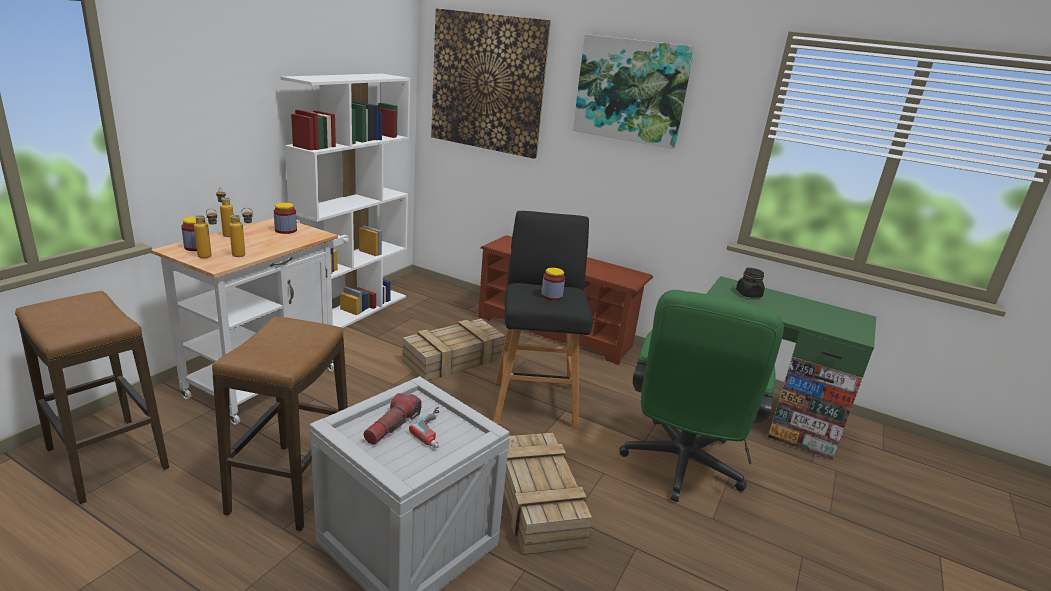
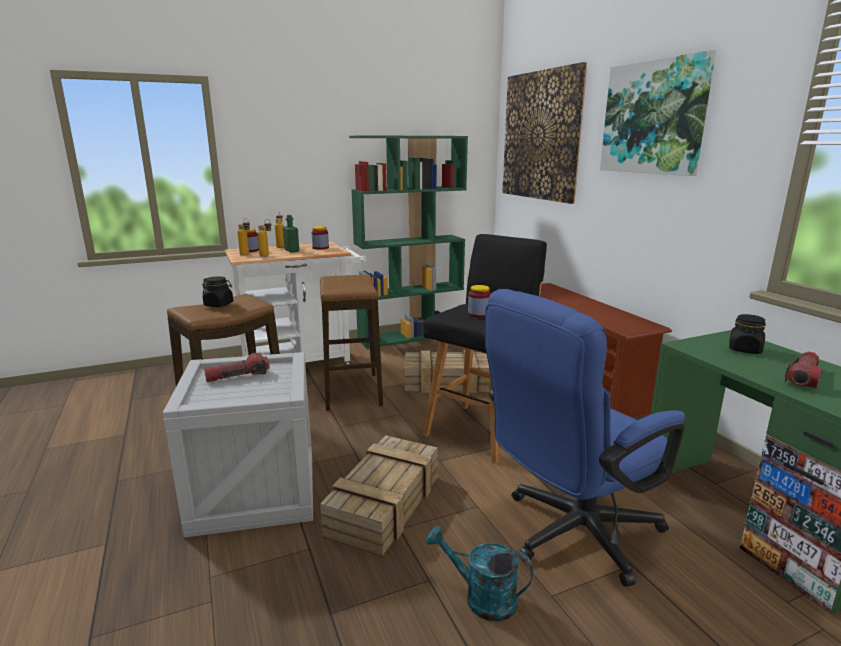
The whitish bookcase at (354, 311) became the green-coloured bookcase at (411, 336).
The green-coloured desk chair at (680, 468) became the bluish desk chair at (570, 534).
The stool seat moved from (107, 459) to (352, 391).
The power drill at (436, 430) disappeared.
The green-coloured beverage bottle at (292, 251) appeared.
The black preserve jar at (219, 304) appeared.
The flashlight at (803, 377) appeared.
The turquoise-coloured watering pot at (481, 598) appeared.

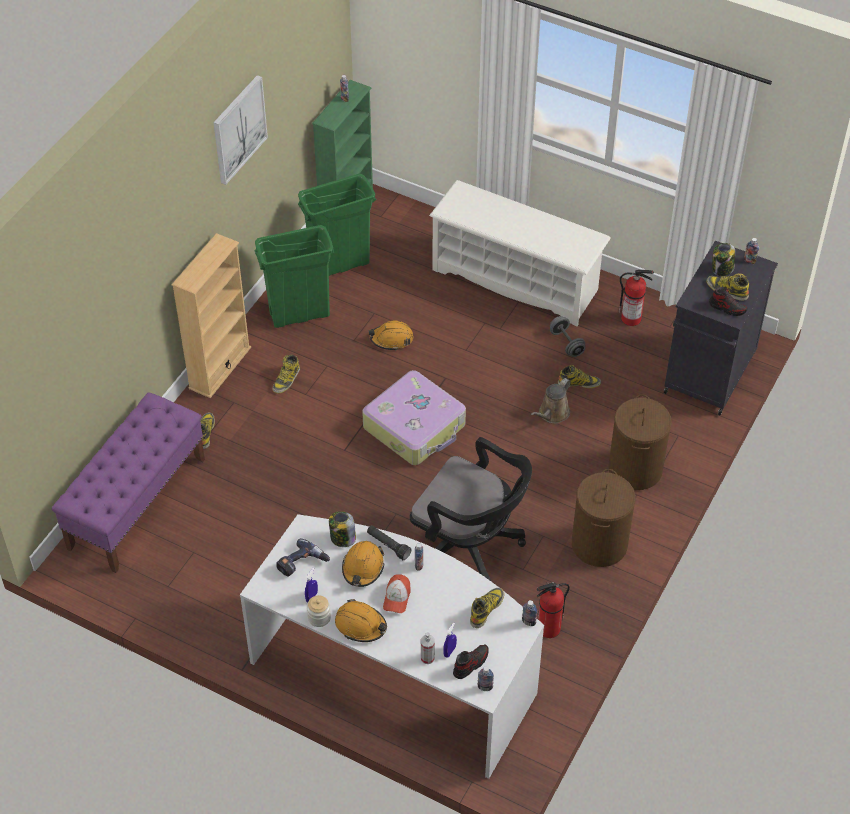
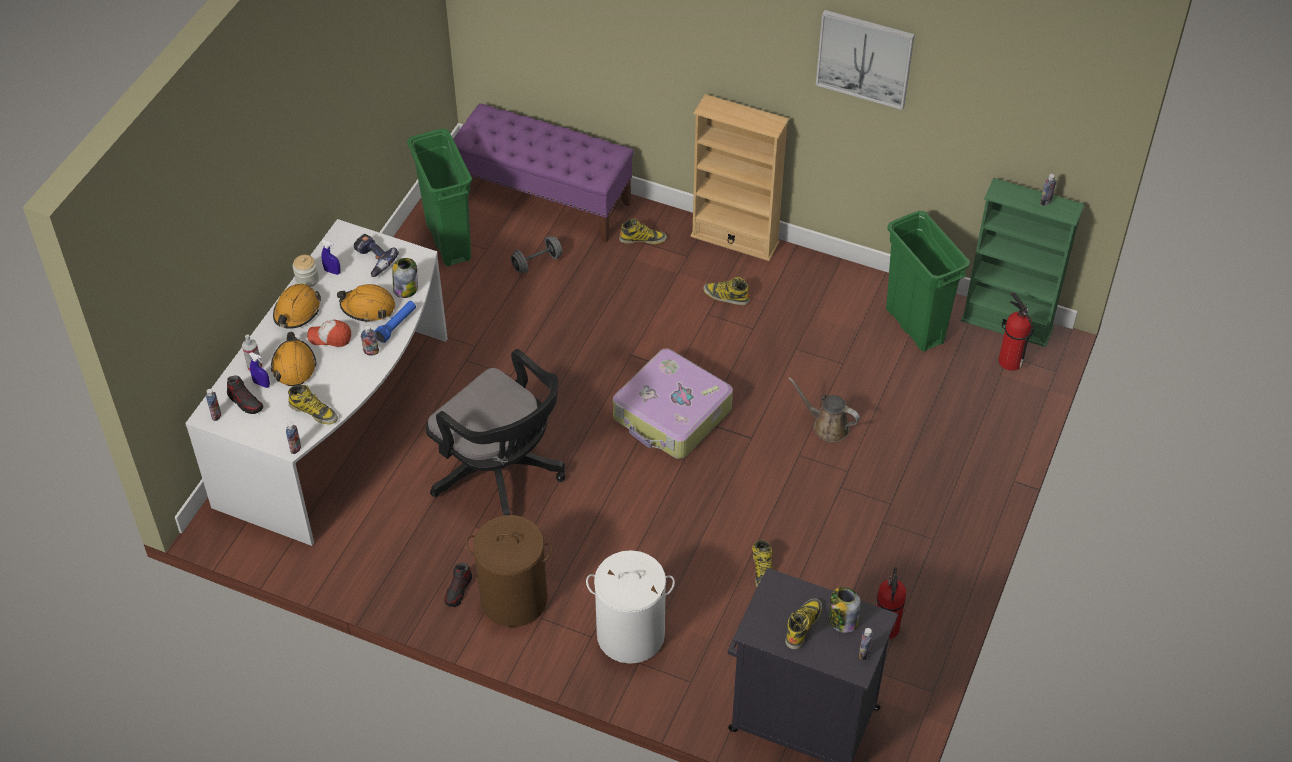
The whitish shoe shelf at (516, 280) disappeared.
The green-coloured rubbish bin moved from (300, 314) to (449, 242).
The shoe moved from (727, 308) to (458, 590).
The grey dumbbell moved from (566, 343) to (537, 263).
The orangey safety helmet moved from (392, 339) to (294, 366).
The brown watering pot moved from (552, 414) to (827, 426).
The brown washing basket at (635, 469) became the whitish washing basket at (631, 635).
The black desk chair at (469, 548) turned 75 degrees counterclockwise.
The black flashlight at (388, 545) became the bluish flashlight at (396, 325).
The extinguisher moved from (548, 629) to (1009, 361).

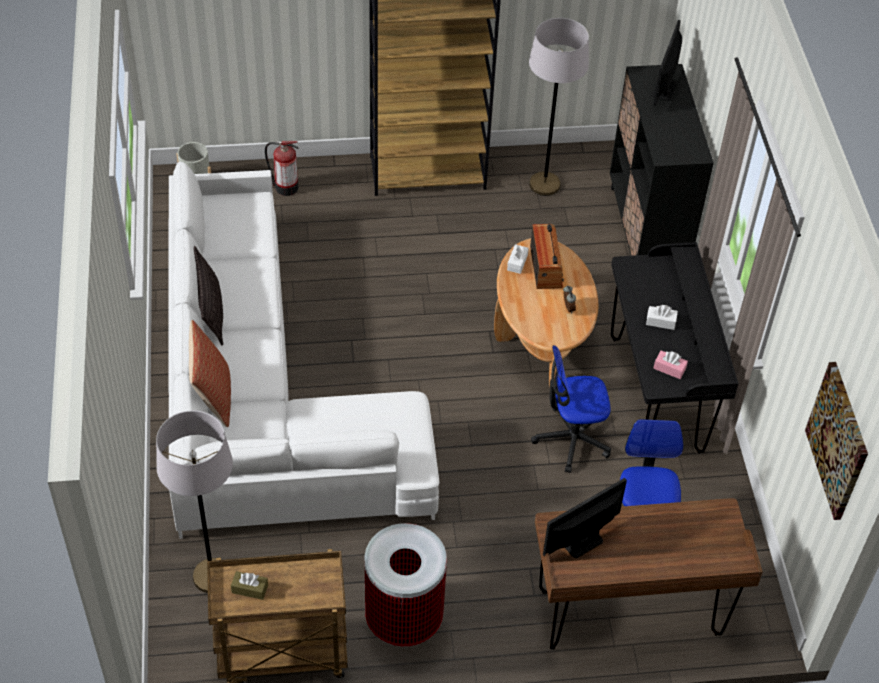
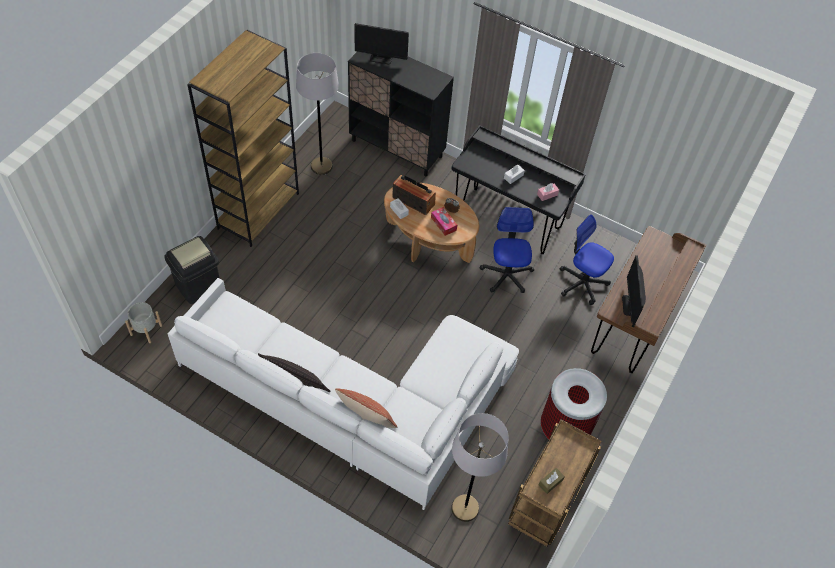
The computer screen at (664, 89) turned 45 degrees counterclockwise.
The extinguisher at (285, 187) was replaced by the black rubbish bin at (198, 286).
The desk chair at (571, 439) turned 150 degrees clockwise.
The picture at (838, 441) disappeared.
The box of tissues at (443, 224) appeared.

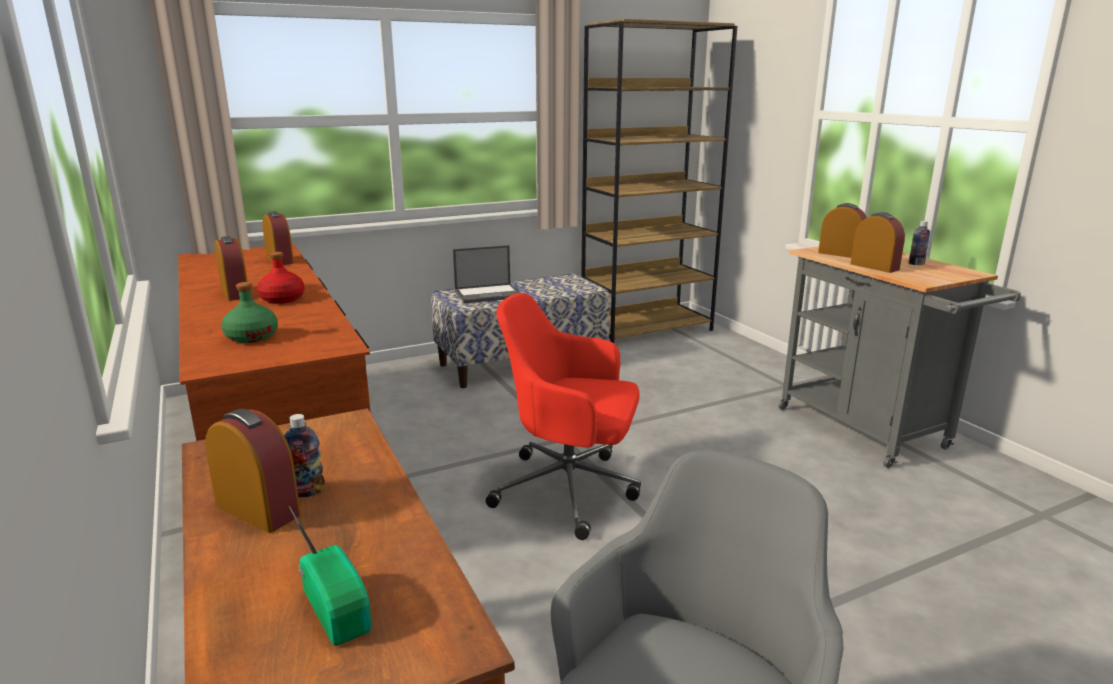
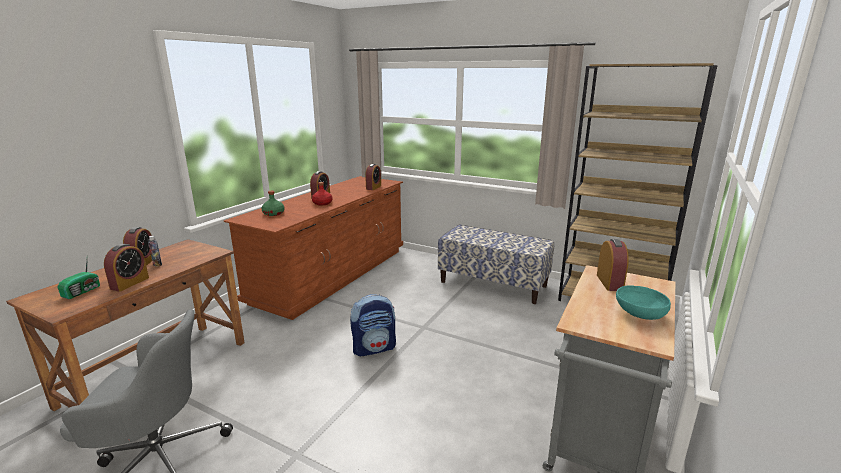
The bedside clock moved from (874, 267) to (130, 283).
The beverage bottle at (916, 263) was replaced by the turquoise-coloured bowl at (639, 314).
The notebook computer at (488, 294) disappeared.
The red-coloured desk chair at (570, 490) was replaced by the backpack at (374, 348).

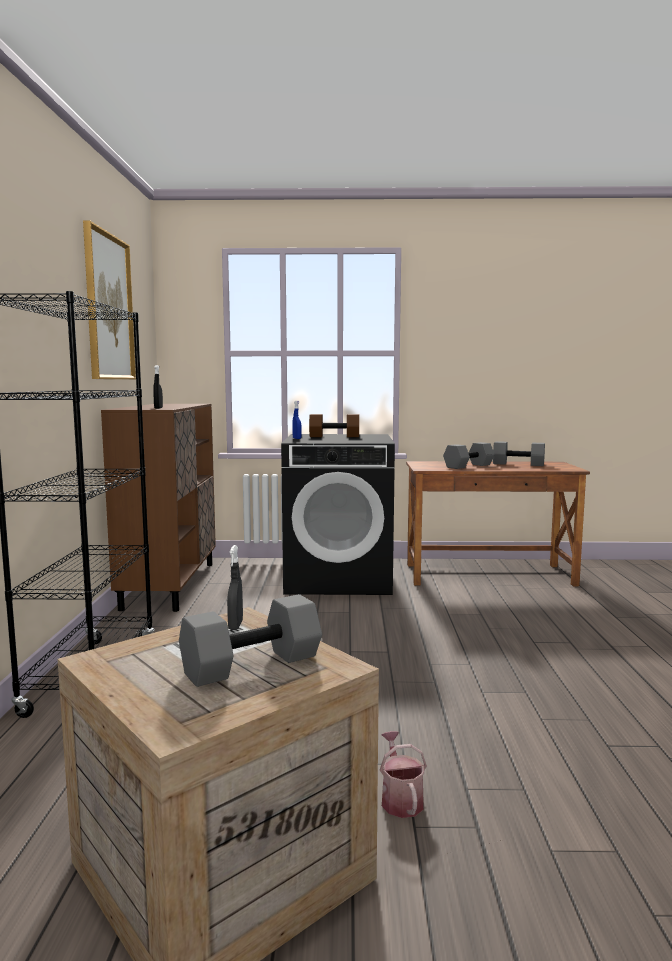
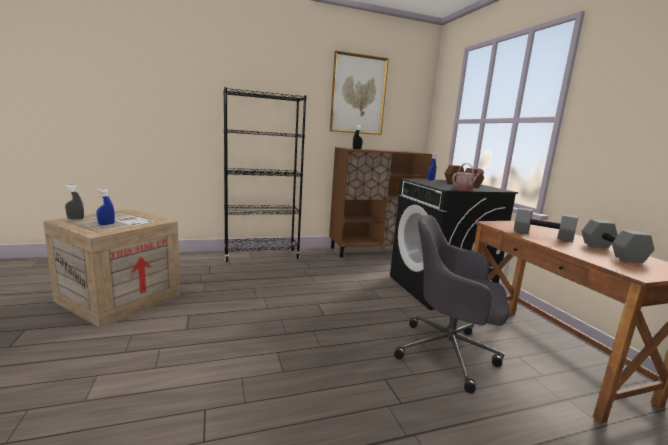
The grey sprayer moved from (235, 625) to (75, 219).
The grey dumbbell at (251, 666) was replaced by the bluish sprayer at (106, 224).
The watering pot moved from (400, 798) to (465, 189).
The grey desk chair at (449, 353) appeared.

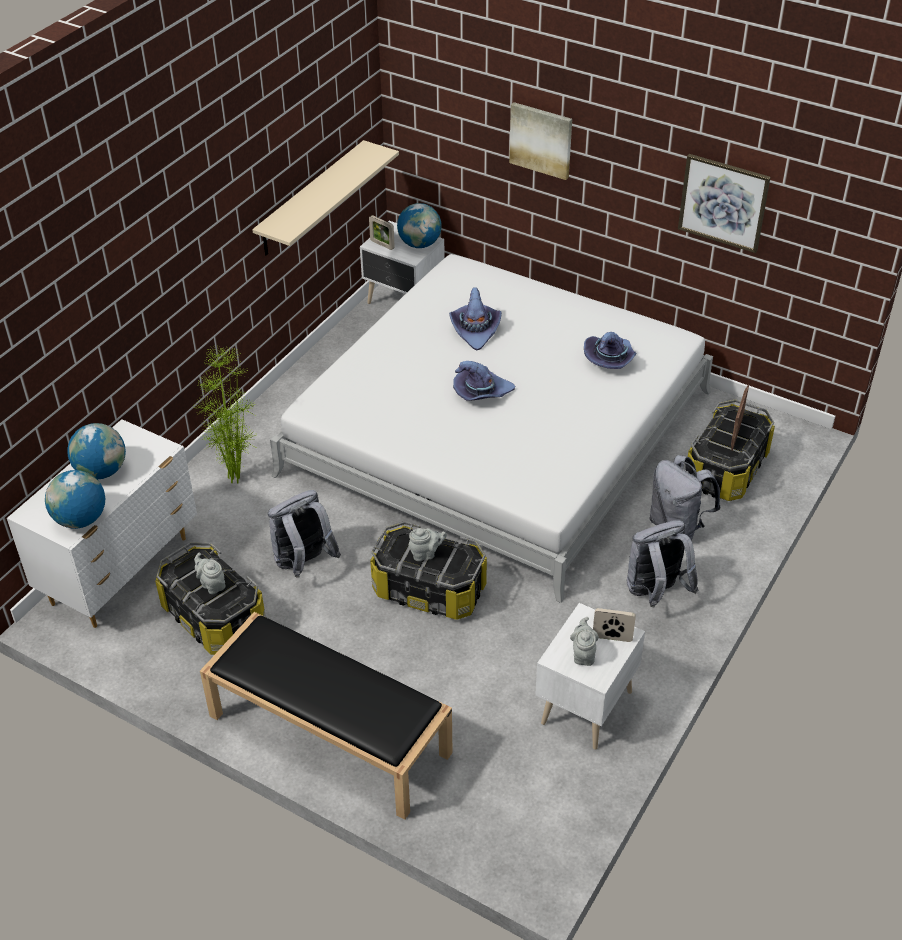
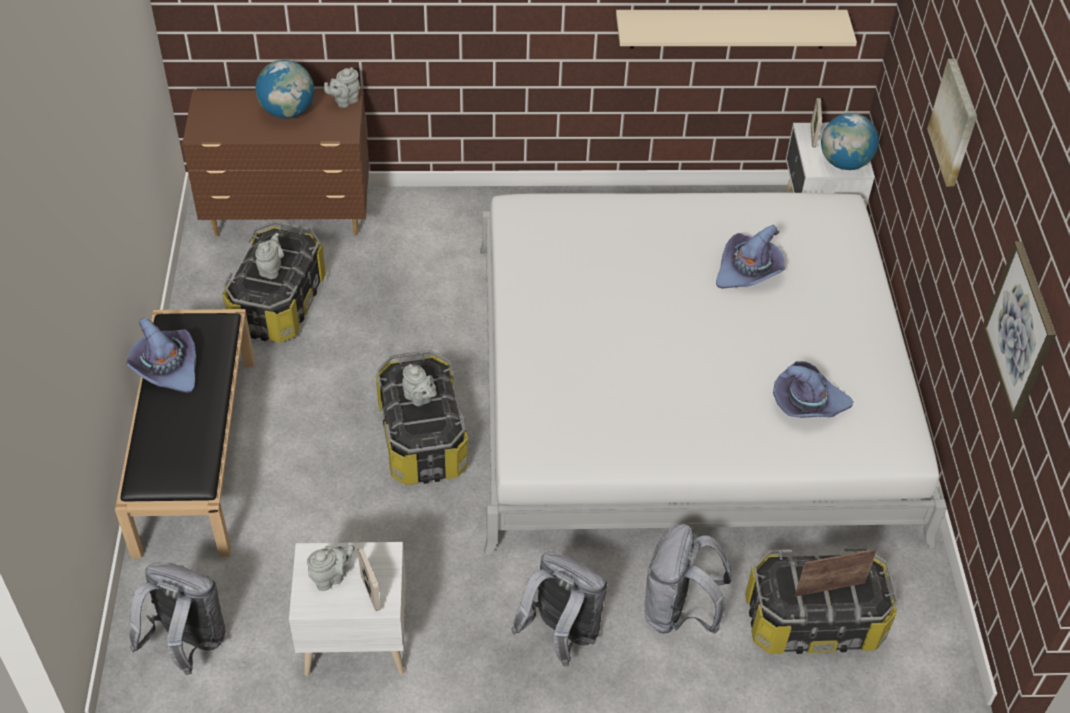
The houseplant at (237, 478) disappeared.
The purple hat moved from (481, 392) to (166, 367).
The whitish drawer chest at (122, 570) became the brown drawer chest at (290, 217).
The globe at (80, 519) disappeared.
The grey backpack moved from (304, 563) to (187, 643).
The grey teapot at (344, 101) appeared.

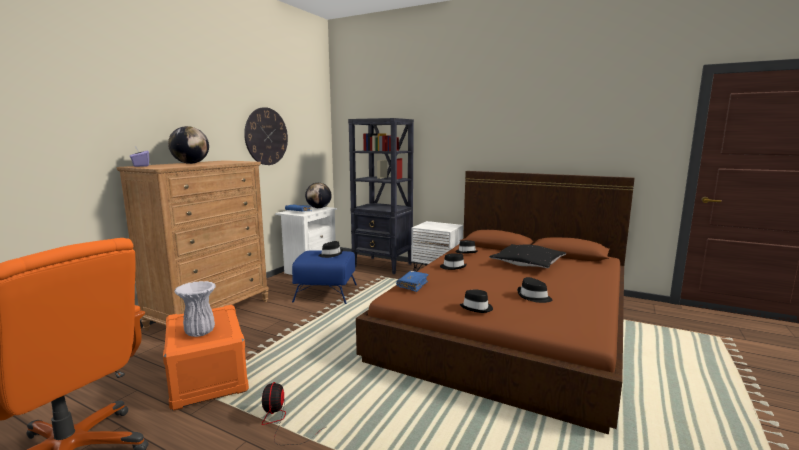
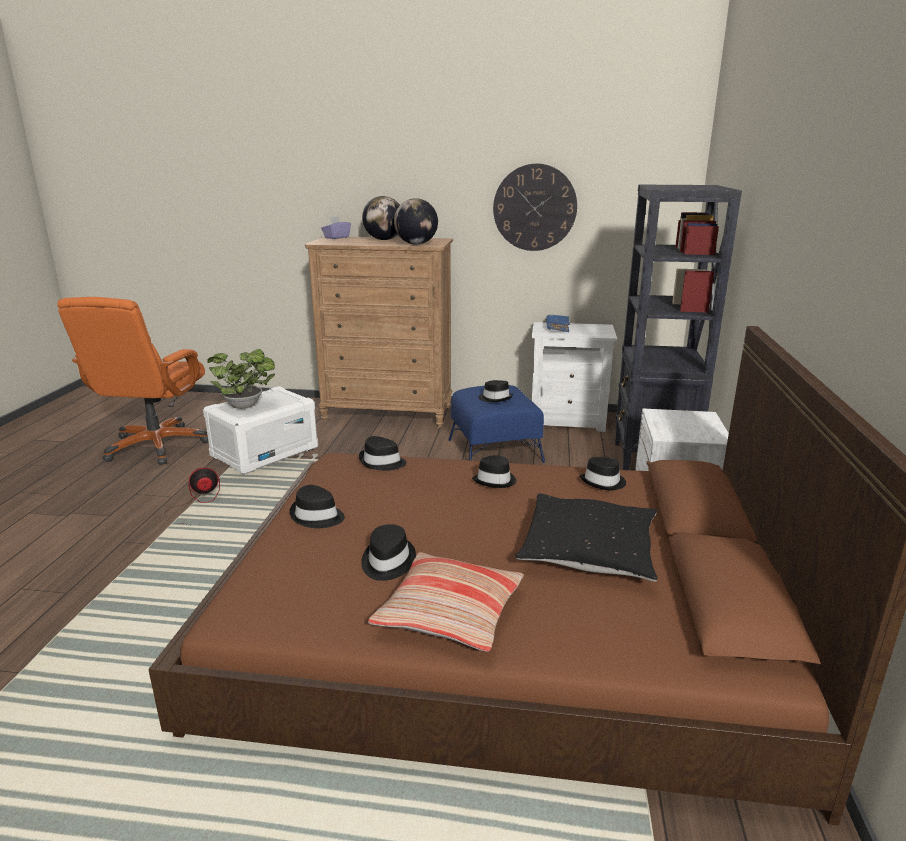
The globe moved from (318, 208) to (416, 244).
The bluish bound book at (412, 285) was replaced by the black hat at (382, 462).
The whitish flower vase at (199, 333) was replaced by the houseplant at (246, 406).
The orangey storage box at (207, 376) became the whitish storage box at (265, 452).
The pillow at (449, 613) appeared.

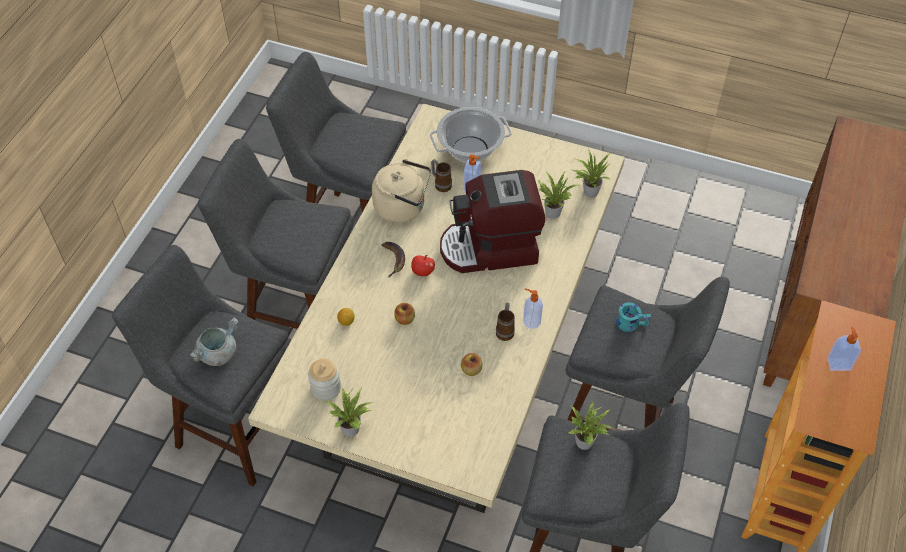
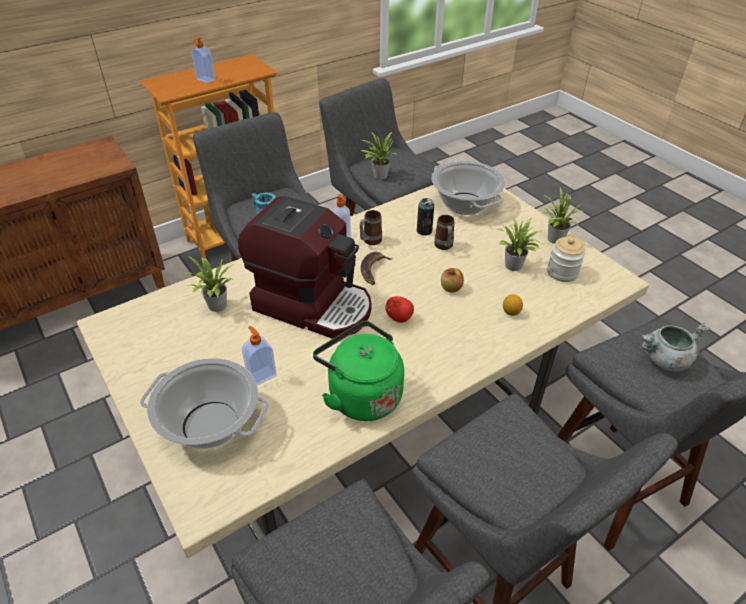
The houseplant moved from (589, 191) to (514, 267).
The sand-coloured water kettle at (403, 208) became the green-coloured water kettle at (361, 395).
The mug moved from (441, 184) to (444, 247).
The banana fruit moved from (393, 259) to (373, 270).
The whole apple at (471, 370) was replaced by the metal can at (424, 231).
The saucepot at (464, 204) appeared.

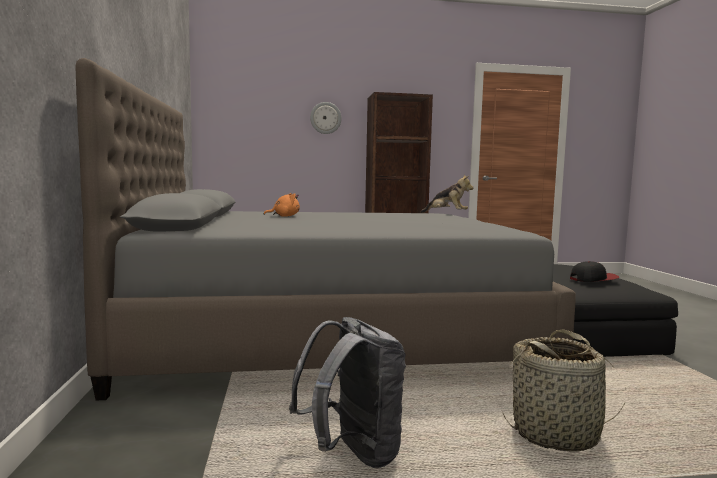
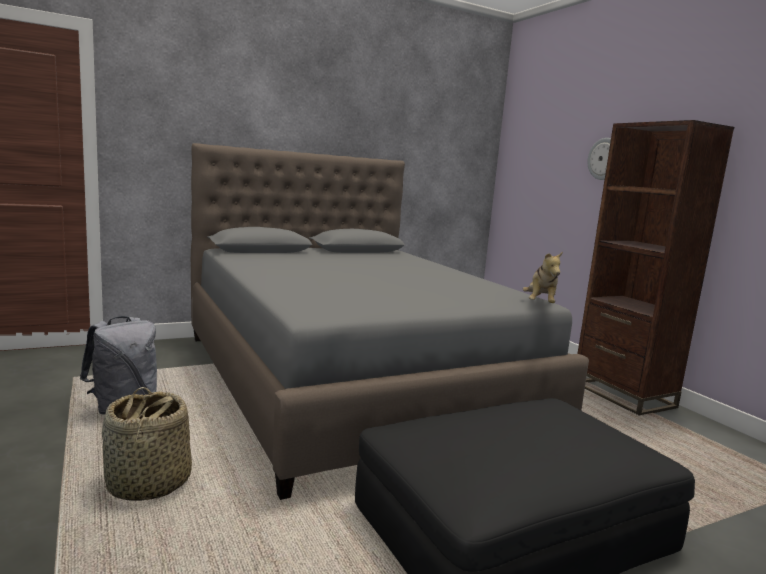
The orangey soft toy at (284, 216) disappeared.
The peaked cap at (593, 279) disappeared.

